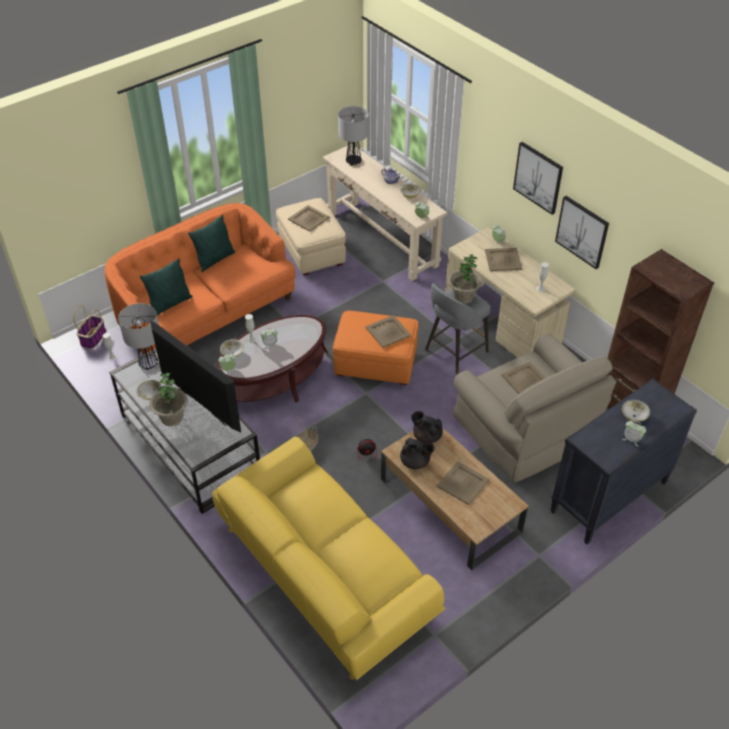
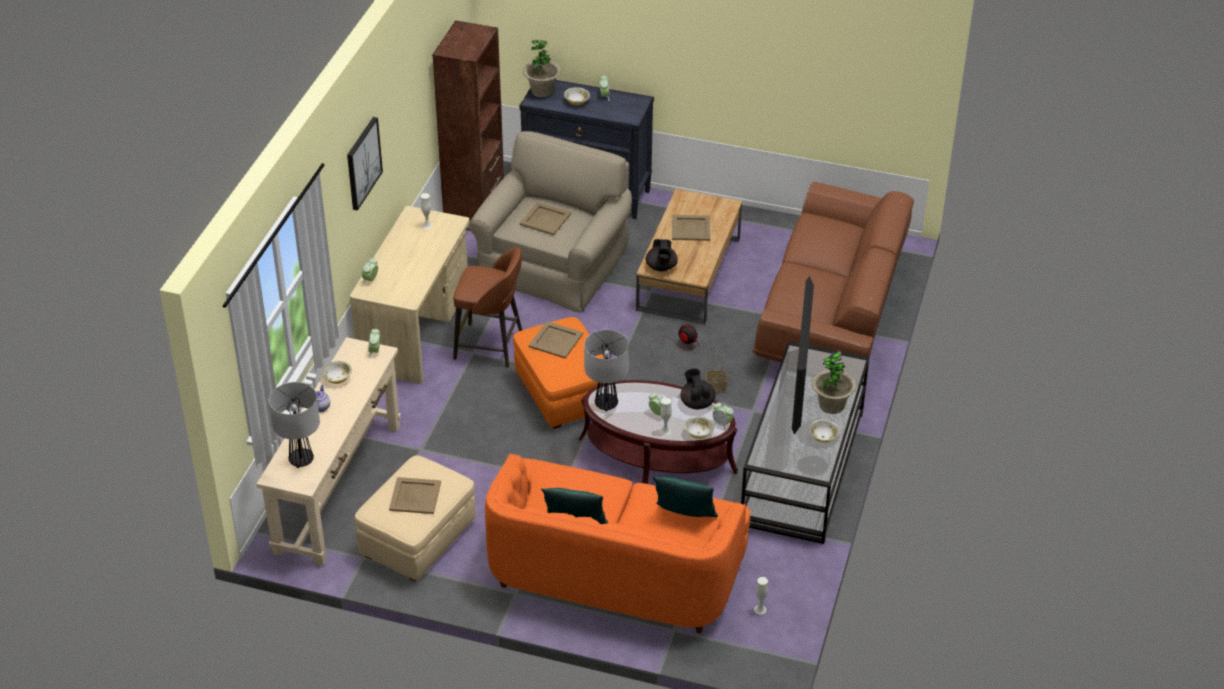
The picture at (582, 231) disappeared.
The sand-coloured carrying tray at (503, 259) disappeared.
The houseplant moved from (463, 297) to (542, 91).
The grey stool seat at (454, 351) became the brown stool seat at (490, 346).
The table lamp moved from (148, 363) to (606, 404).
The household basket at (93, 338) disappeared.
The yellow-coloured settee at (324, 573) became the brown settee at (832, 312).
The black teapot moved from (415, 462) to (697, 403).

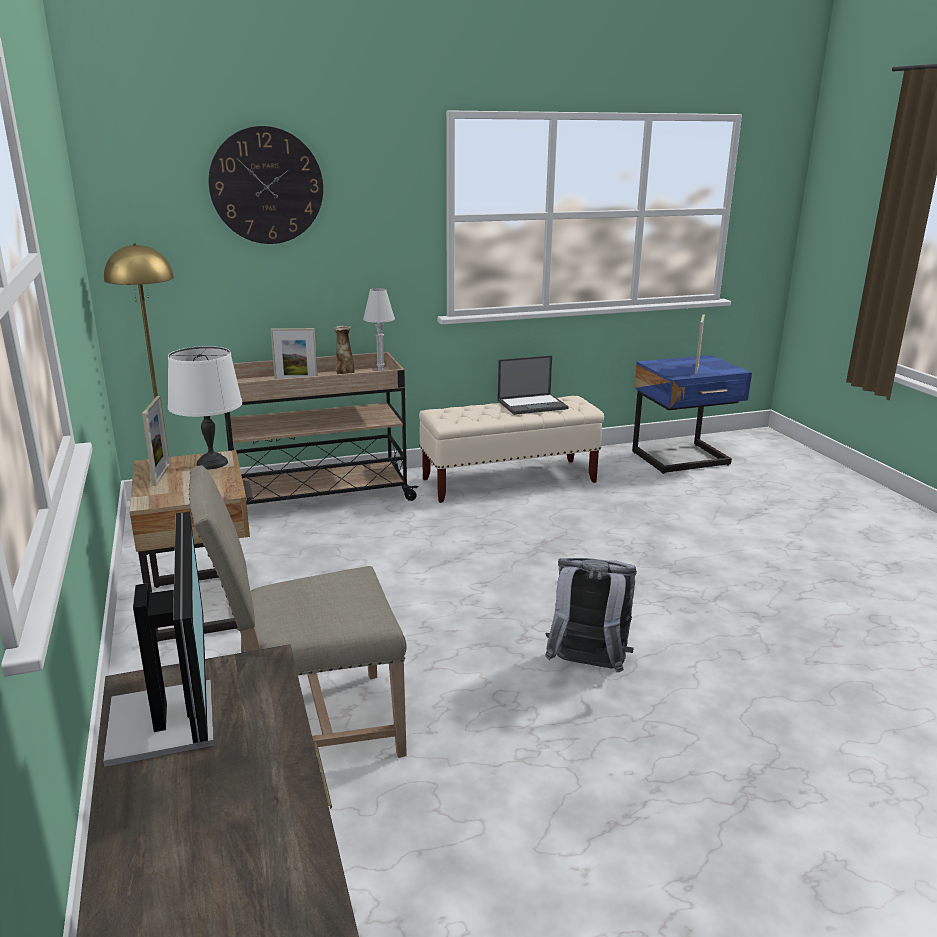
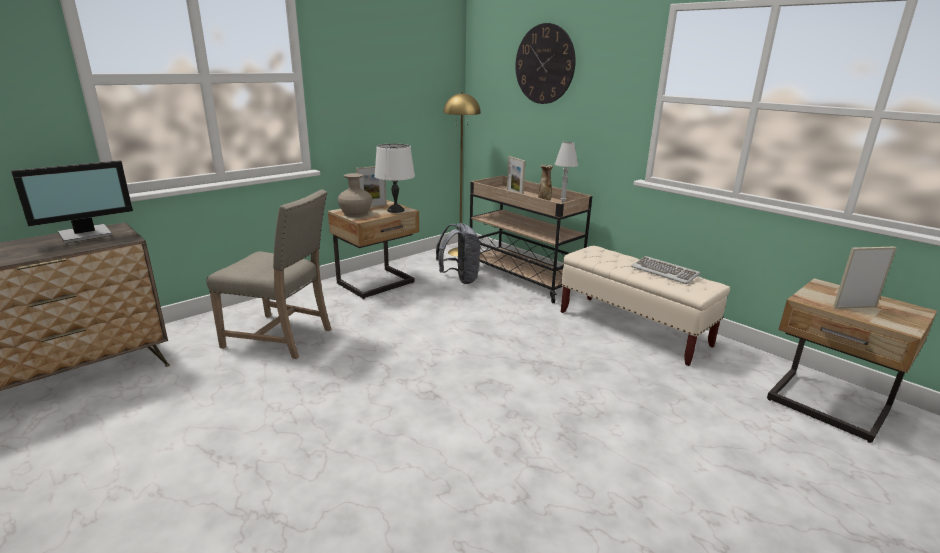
The notebook computer at (533, 404) was replaced by the computer keyboard at (665, 272).
The bluish night table at (682, 459) became the sand-coloured night table at (826, 407).
The sand-coloured upright chair at (311, 728) turned 150 degrees clockwise.
The grey backpack moved from (587, 667) to (459, 279).
The sand-coloured flower vase at (355, 214) appeared.

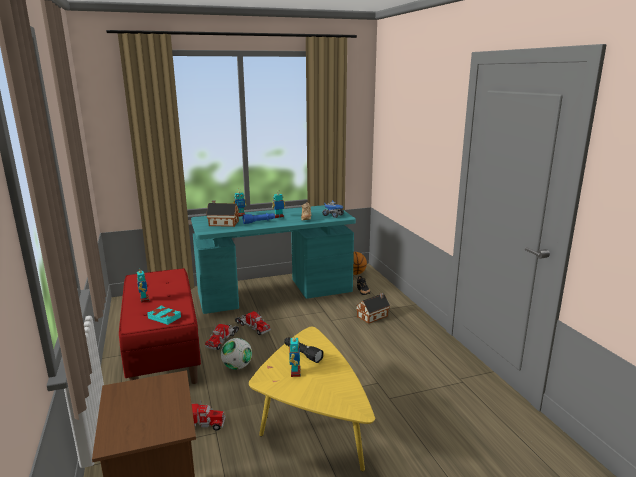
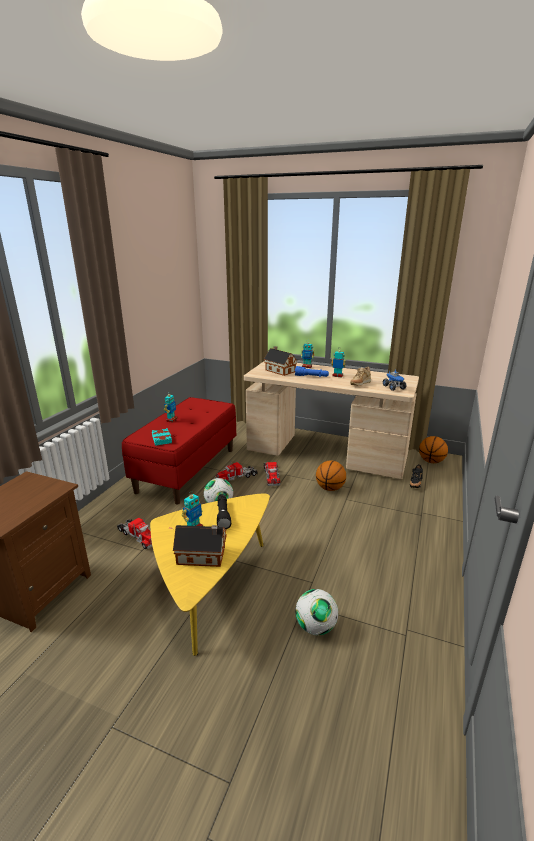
The turquoise-coloured desk unit at (275, 294) became the sand-coloured desk unit at (326, 454).
The model house moved from (373, 316) to (203, 556).
The ball for basketball at (330, 488) appeared.
The football at (315, 627) appeared.

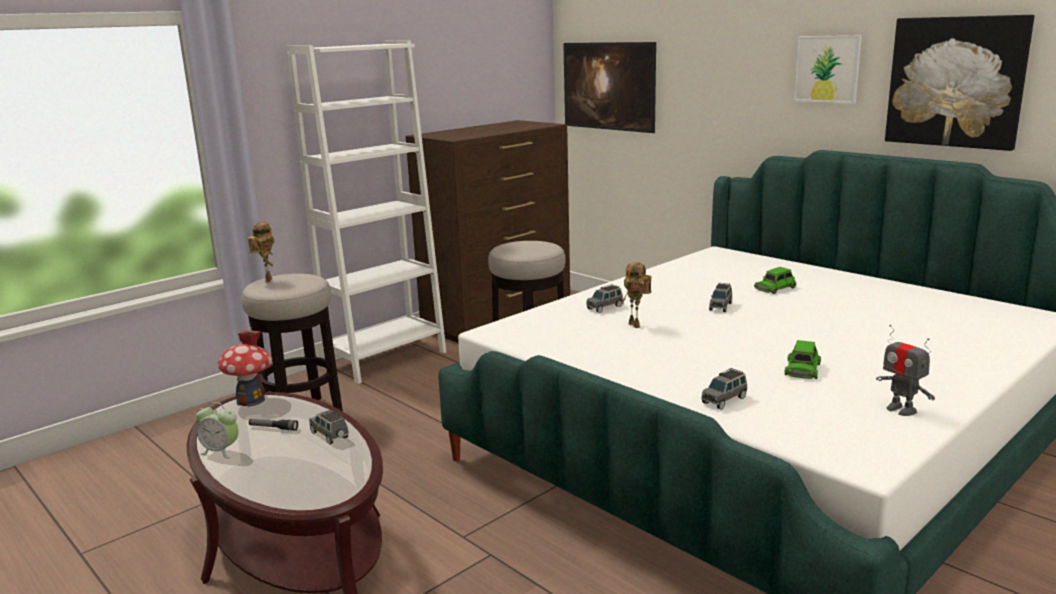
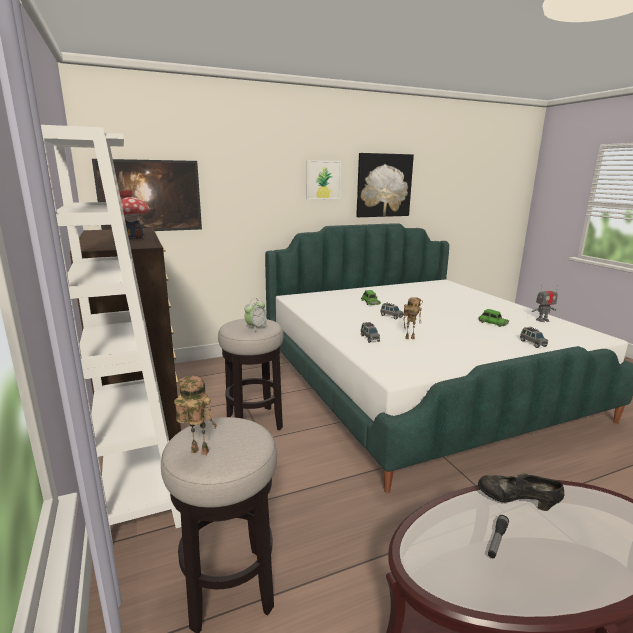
The model house moved from (251, 400) to (135, 237).
The bedside clock moved from (221, 451) to (255, 328).
The grey toy car at (330, 435) was replaced by the black shoe at (516, 502).

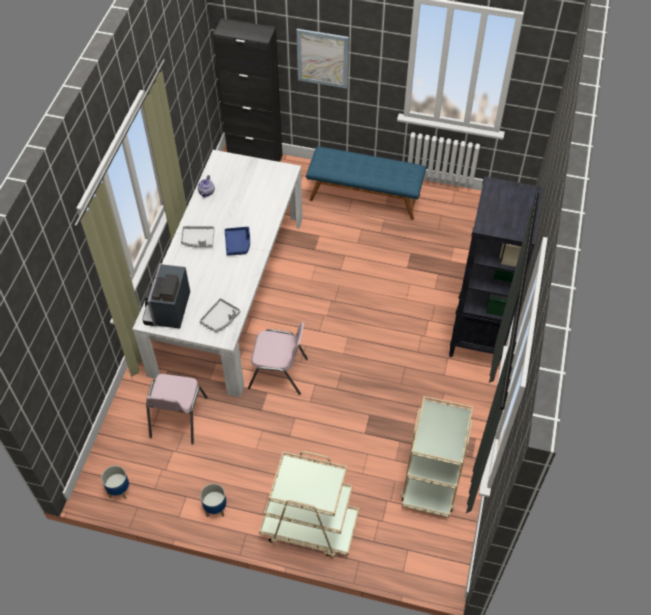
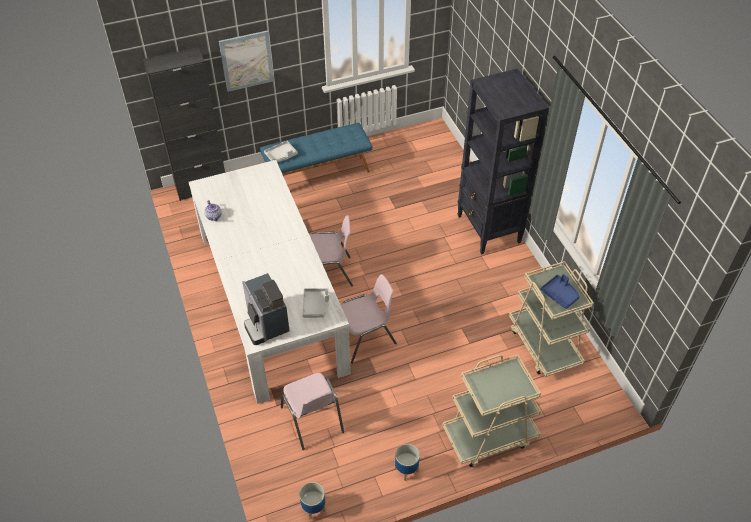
The grey carrying tray moved from (198, 240) to (281, 155).
The bluish carrying tray moved from (238, 244) to (560, 294).
The pink-coloured upright chair at (328, 273) appeared.

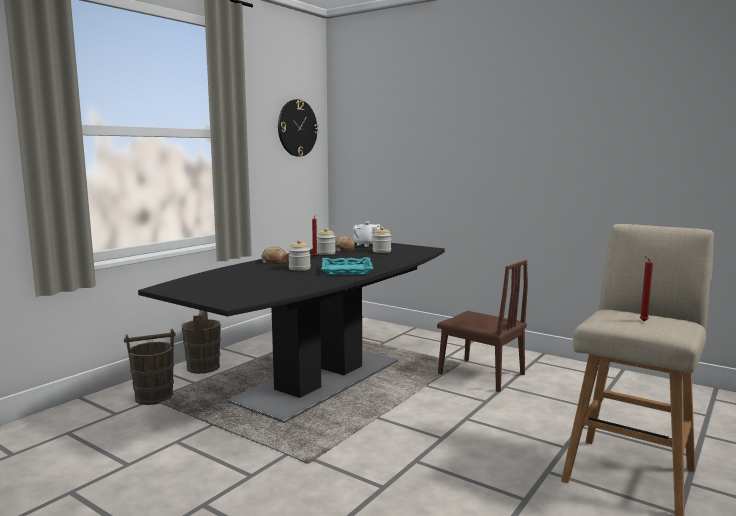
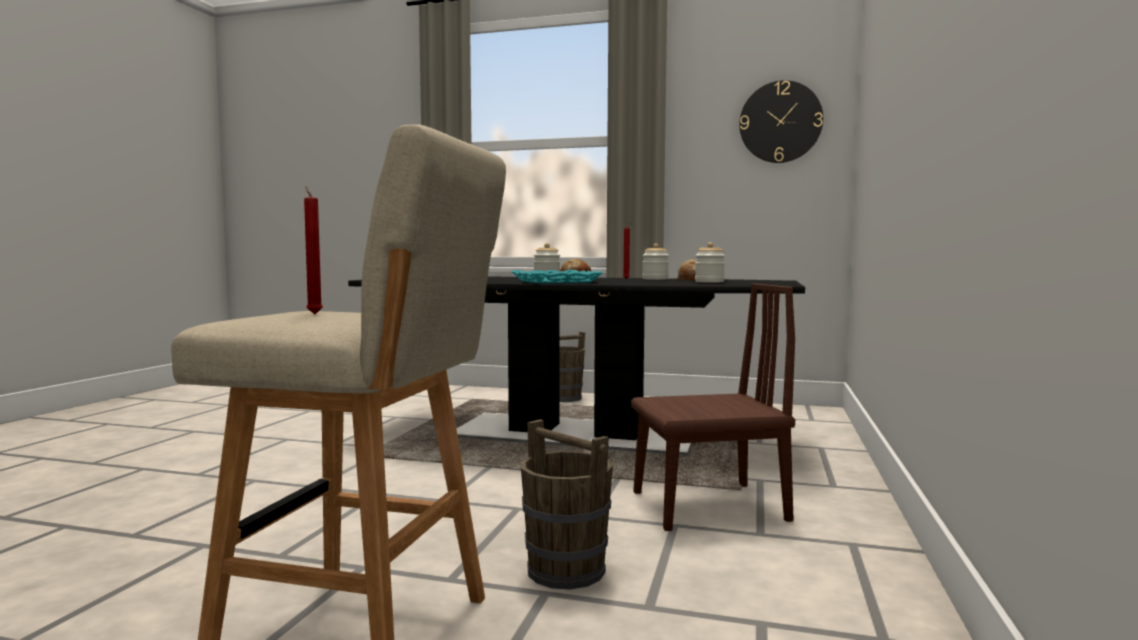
The whitish teapot at (366, 245) disappeared.
The brown upright chair at (481, 374) turned 120 degrees counterclockwise.
The brown water bucket moved from (154, 397) to (566, 570).

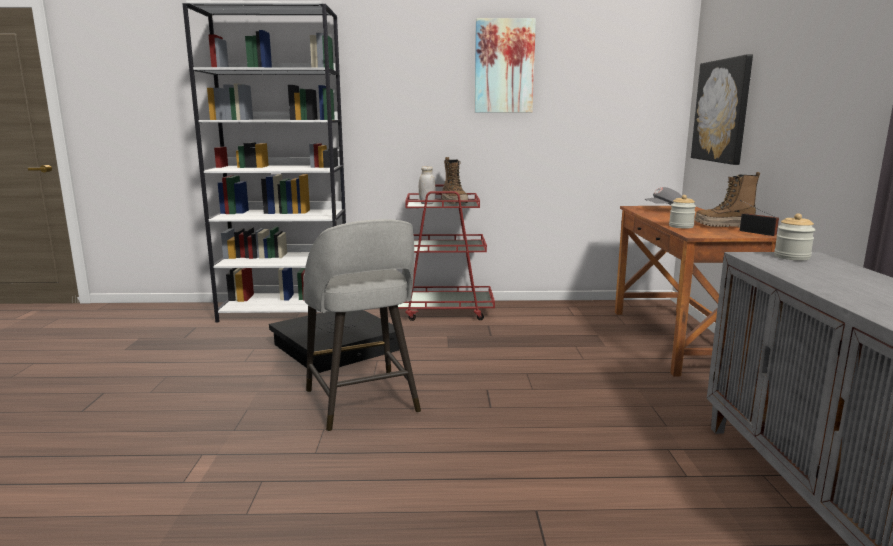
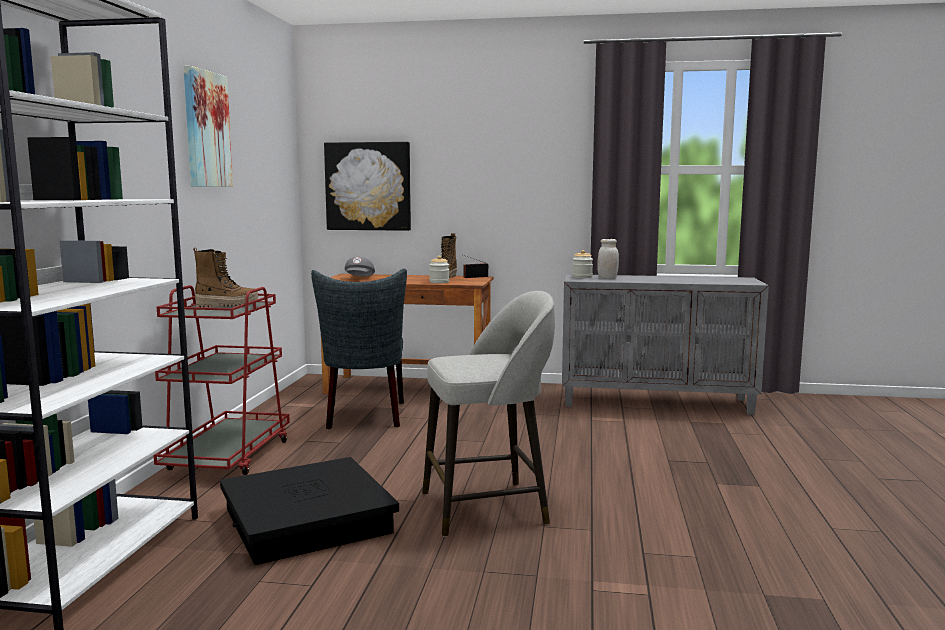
The whitish preserve jar moved from (427, 203) to (607, 278).
The grey upright chair at (365, 417) appeared.

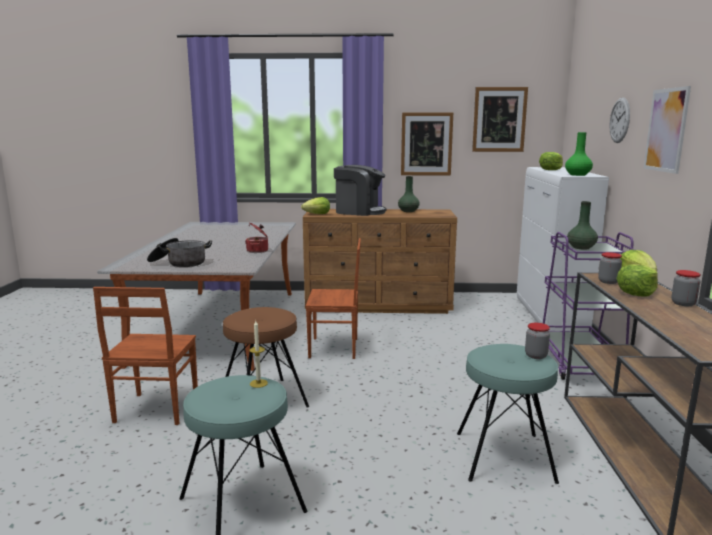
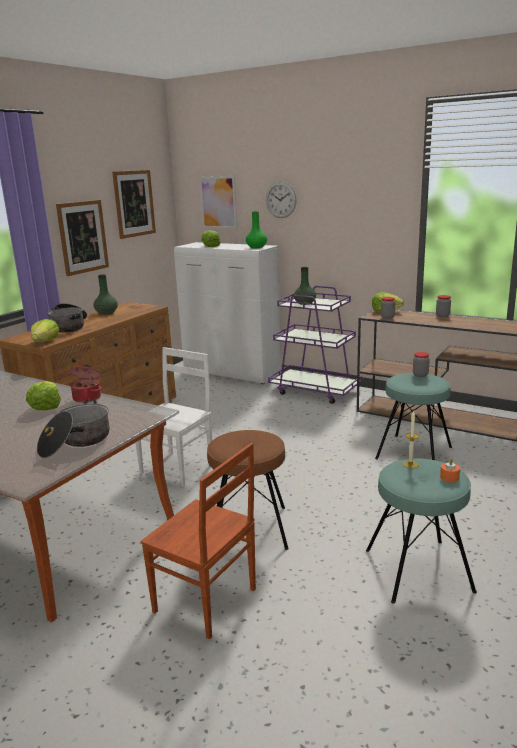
The picture moved from (666, 130) to (218, 202).
The coffee brewer at (359, 212) was replaced by the saucepot at (69, 326).
The brown upright chair at (334, 348) became the whitish upright chair at (178, 468).
The lettuce head moved from (637, 293) to (46, 406).
The orangey wax light at (449, 477) appeared.

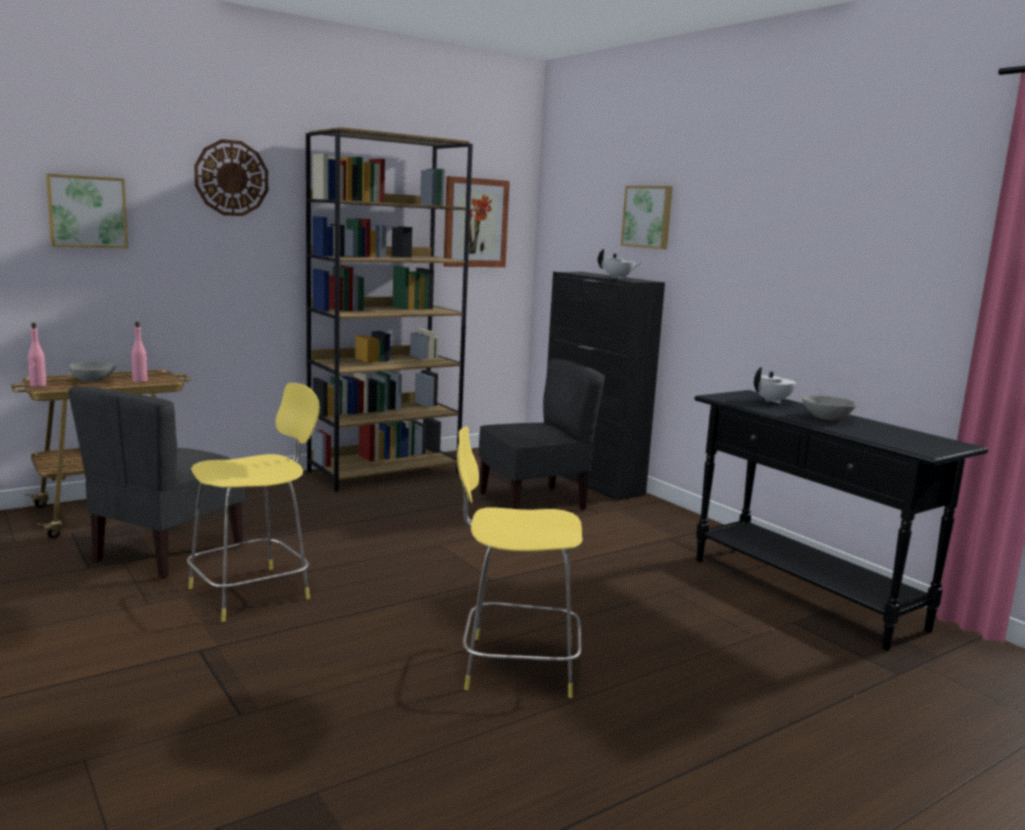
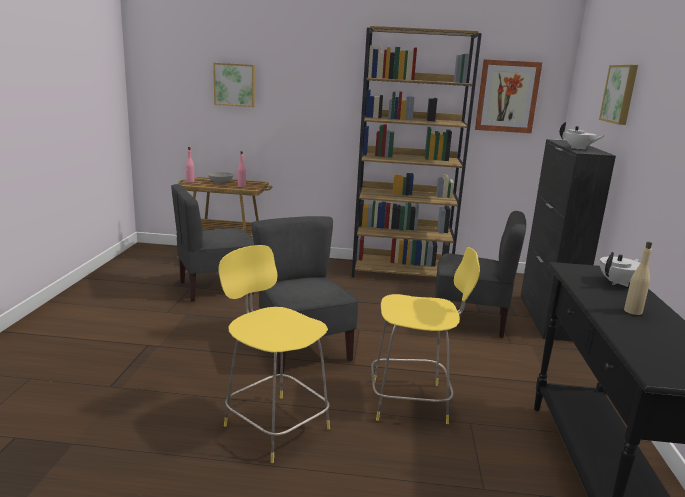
The hanging clock at (231, 178) disappeared.
The whitish teapot at (773, 401) turned 45 degrees counterclockwise.
The yellow-coloured stool seat moved from (253, 592) to (412, 401).
The grey bowl at (826, 418) was replaced by the sand-coloured beverage bottle at (633, 311).
The grey upright chair at (302, 350) appeared.

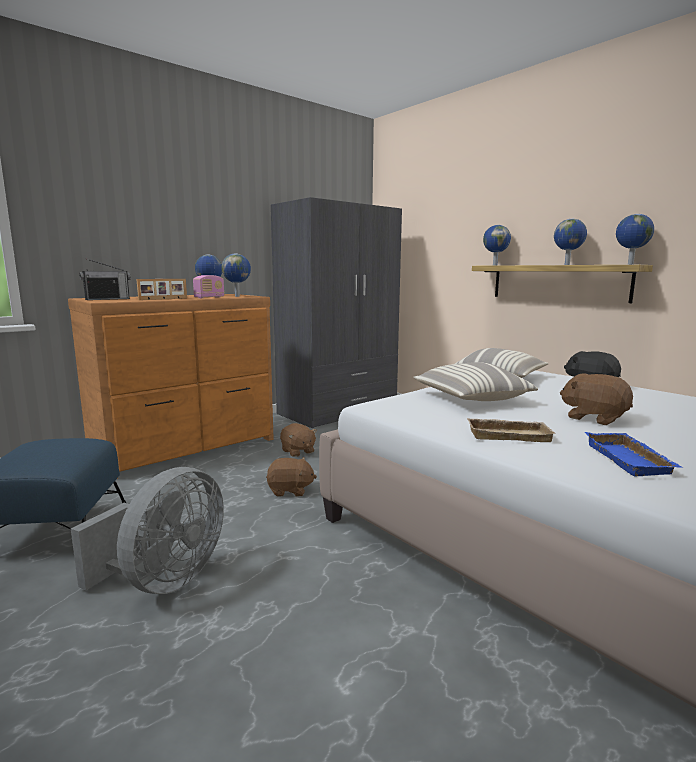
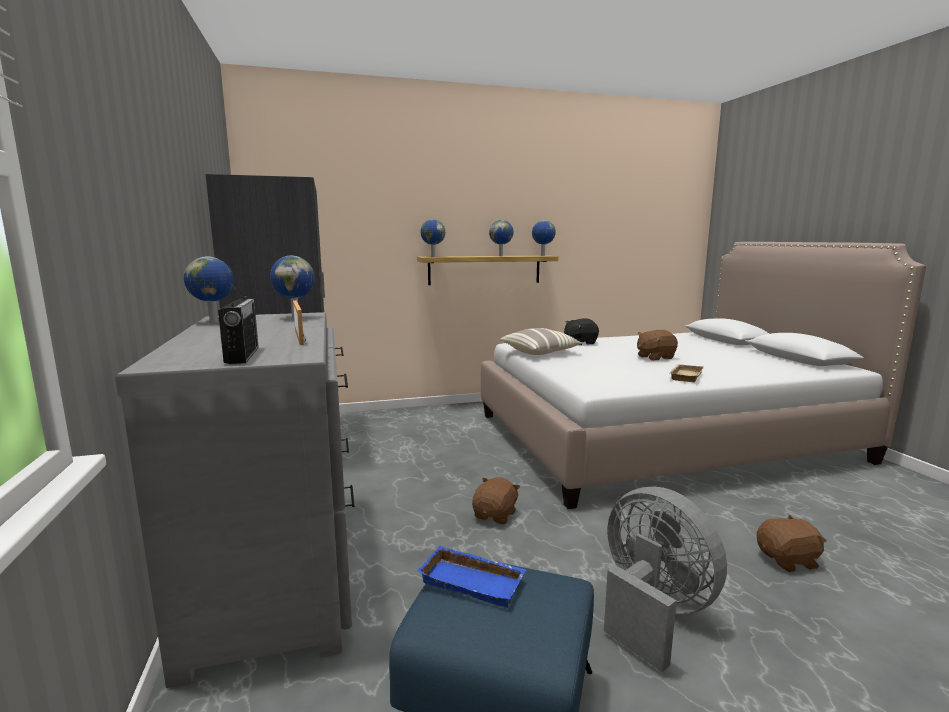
The radio at (209, 297) disappeared.
The brown drawer chest at (186, 447) became the grey drawer chest at (279, 568).
The pillow at (471, 399) disappeared.
The brown soft toy moved from (297, 451) to (788, 560).
The bluish carrying tray moved from (631, 460) to (474, 581).

